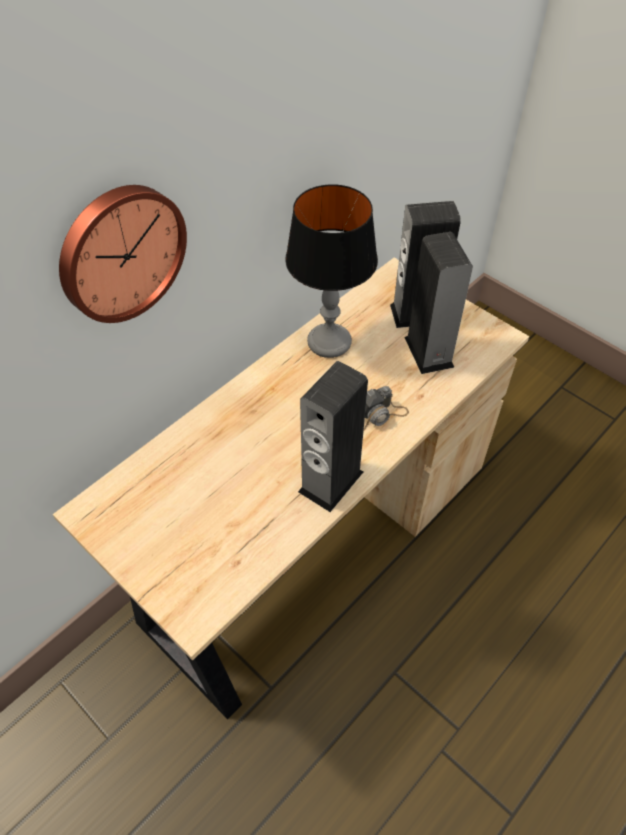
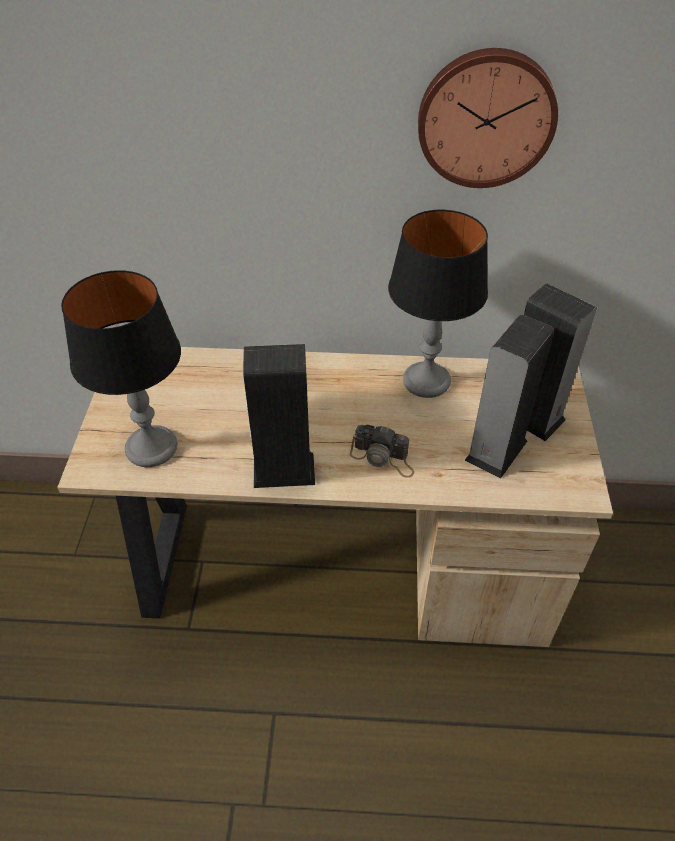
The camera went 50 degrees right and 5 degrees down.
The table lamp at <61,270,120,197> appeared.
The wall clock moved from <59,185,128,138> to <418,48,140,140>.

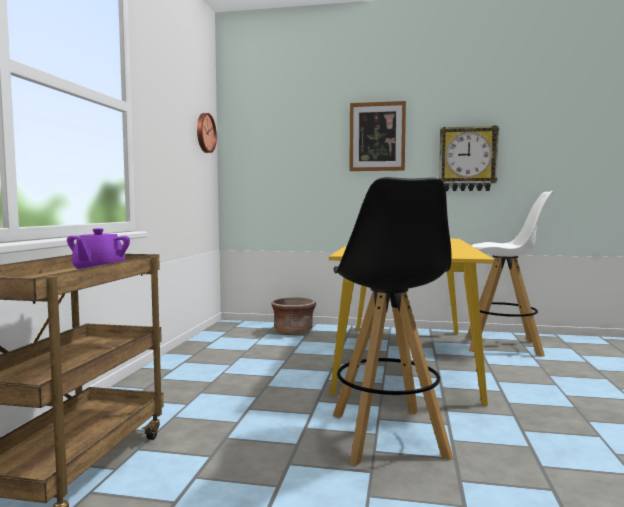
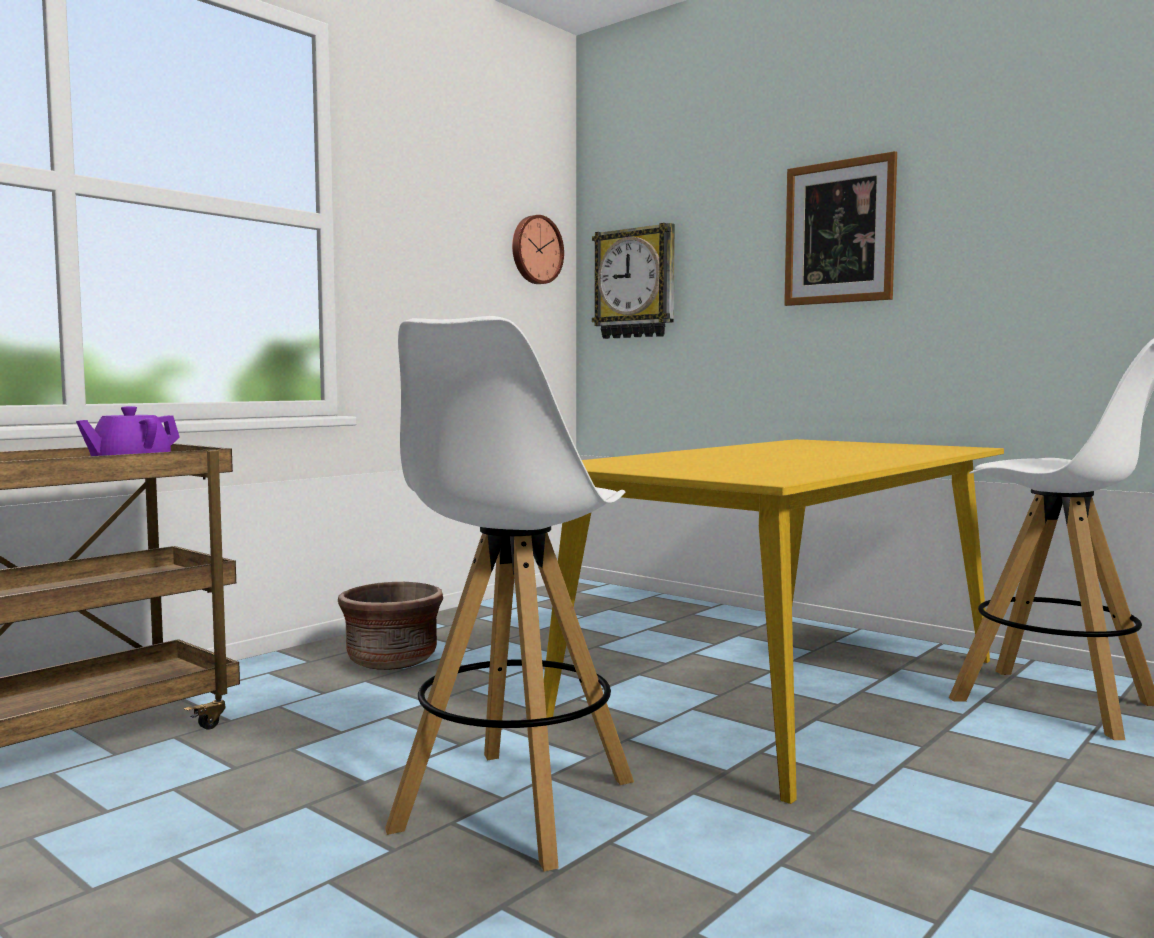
The camera went 30 degrees right and 0 degrees up.
The brown planter moved from <271,298,45,37> to <338,582,105,88>.
The wall clock moved from <439,125,60,66> to <592,223,83,116>.
The black stool at <333,177,120,289> became the white stool at <385,316,249,556>.

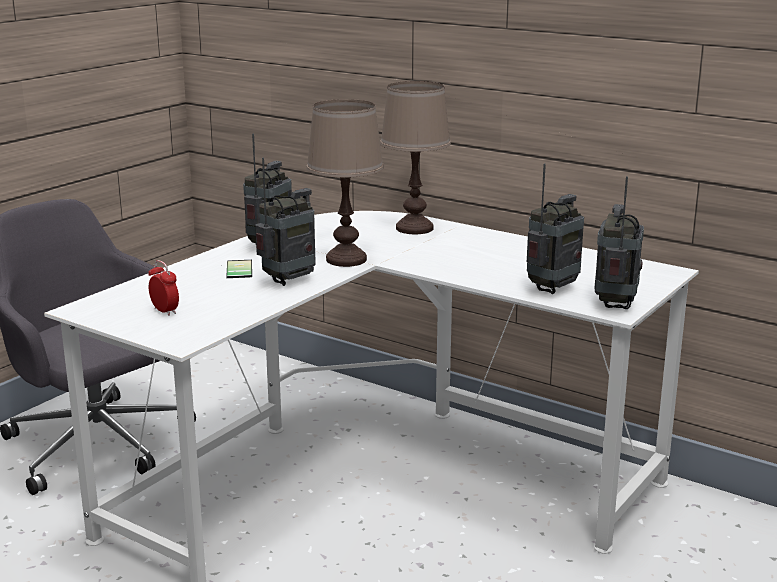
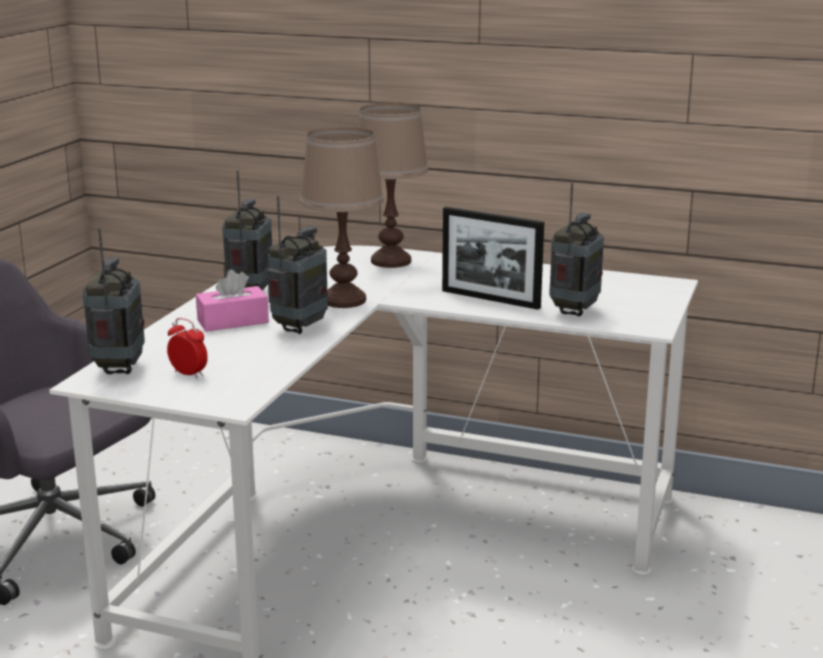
The camera went 15 degrees left and 0 degrees up.
The picture frame at <442,207,102,103> appeared.
The radio moved from <595,176,49,133> to <82,228,63,146>.
The phone at <227,260,25,18> was replaced by the pink tissue box at <196,269,73,62>.

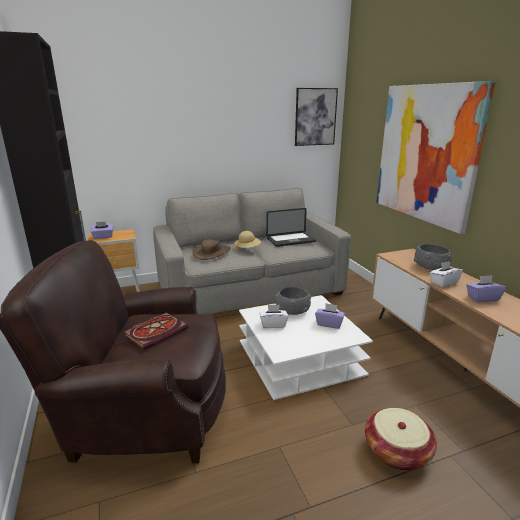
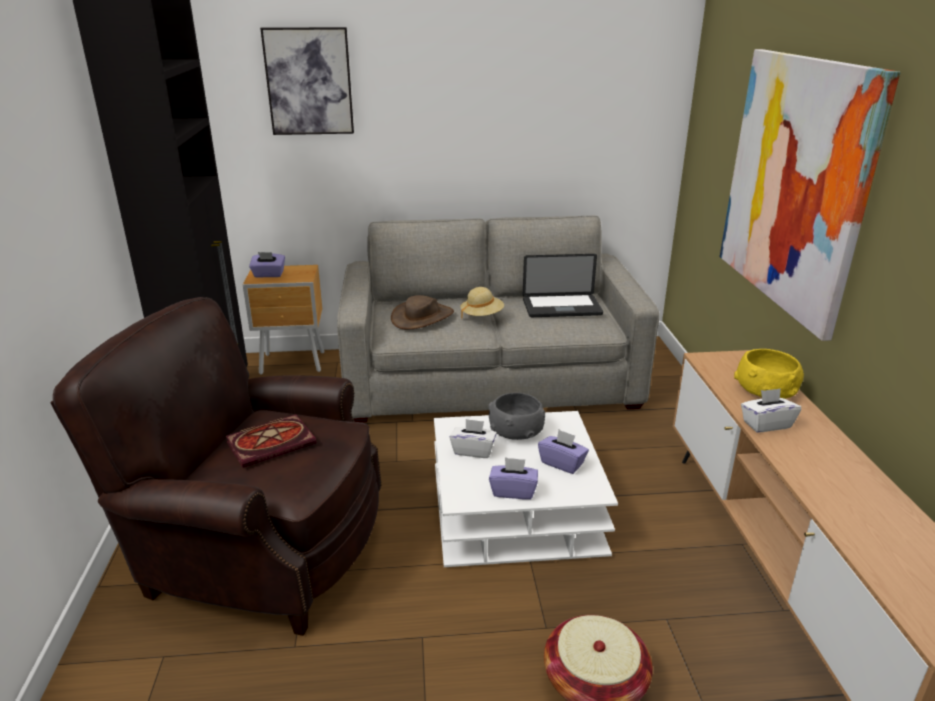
The camera went 15 degrees right and 5 degrees up.
The picture moved from <295,88,43,58> to <260,27,94,108>.
The purple tissue box moved from <466,276,40,26> to <489,457,49,43>.
The grey bowl at <414,244,38,26> became the yellow bowl at <734,349,70,50>.

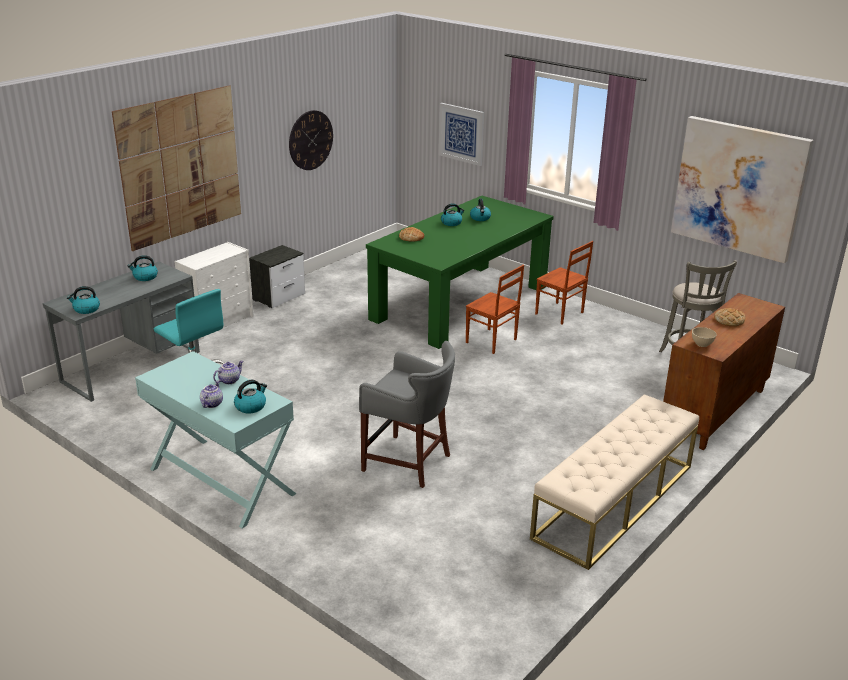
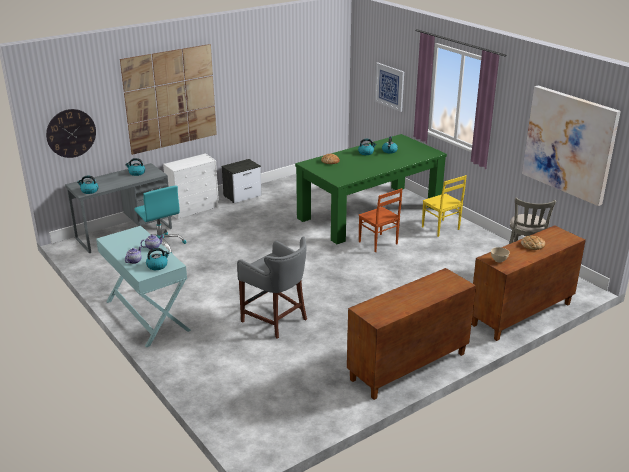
The camera went 15 degrees right and 0 degrees up.
The wall clock moved from <289,110,44,60> to <46,109,50,49>.
The beige bench at <530,394,169,176> was replaced by the brown cabinet at <347,268,129,132>.
The brown chair at <535,241,58,84> became the yellow chair at <422,175,45,62>.

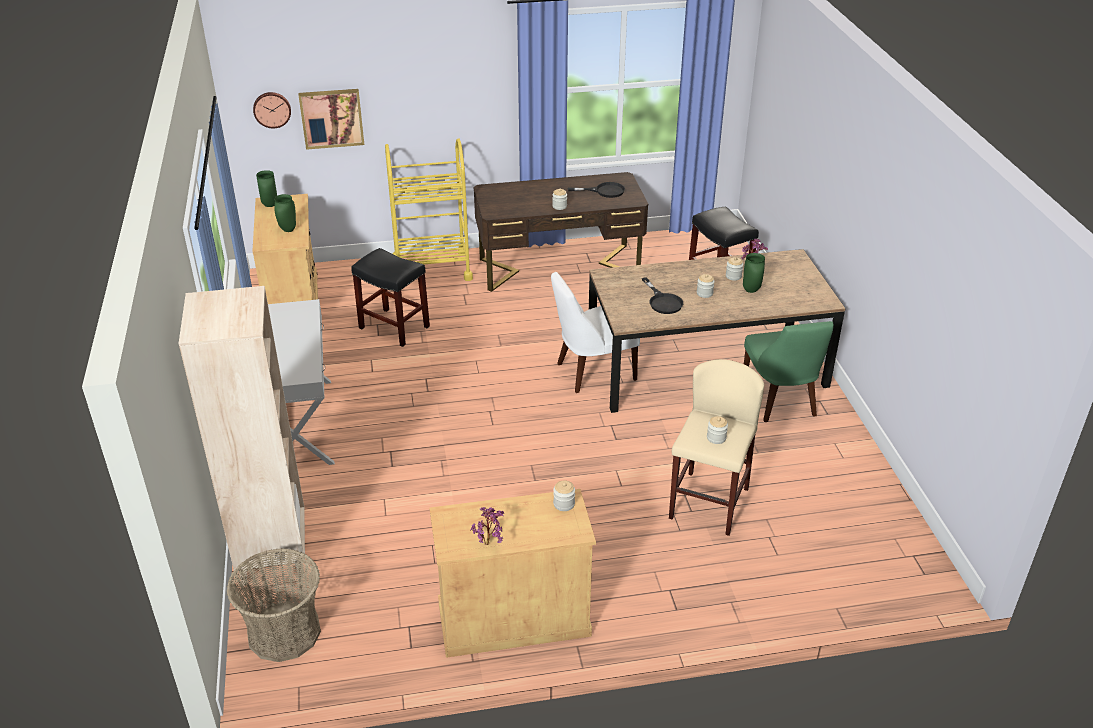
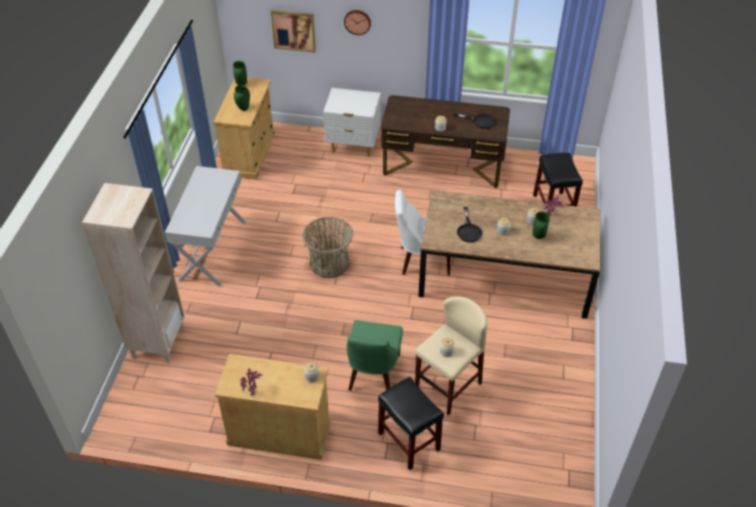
The camera went 20 degrees right and 10 degrees up.
The basket moved from <227,548,94,114> to <303,217,50,61>.
The wall clock moved from <253,92,38,37> to <344,10,27,25>.
The black stool moved from <351,248,79,99> to <378,376,66,94>.
The green chair moved from <744,321,90,101> to <347,320,56,71>.
The yellow cart at <385,138,88,143> was replaced by the white nightstand at <323,88,58,69>.

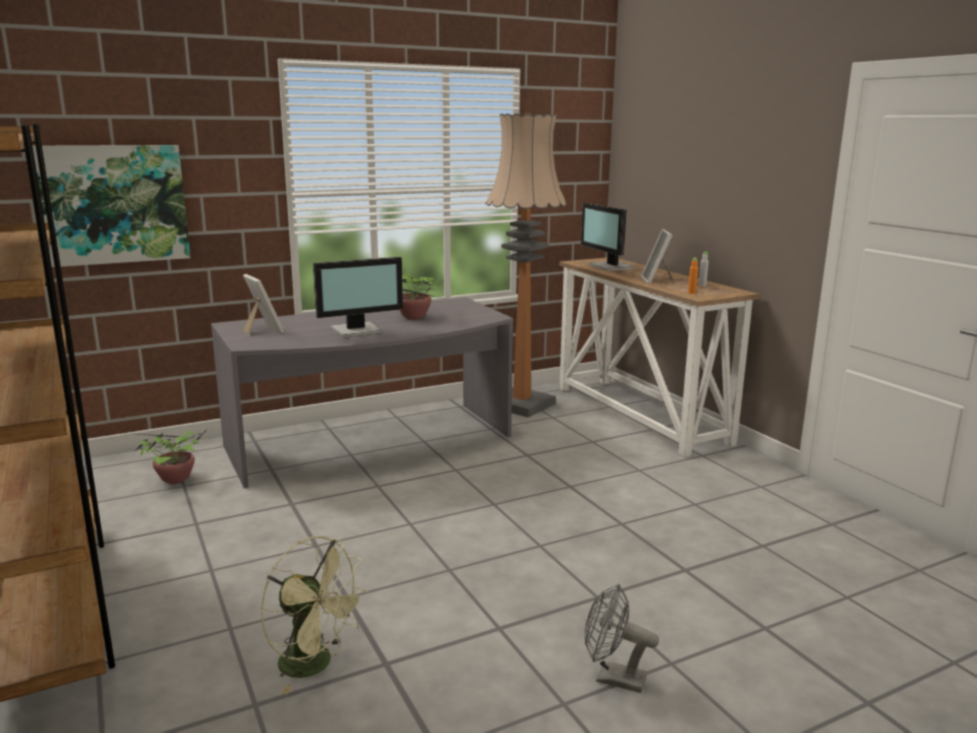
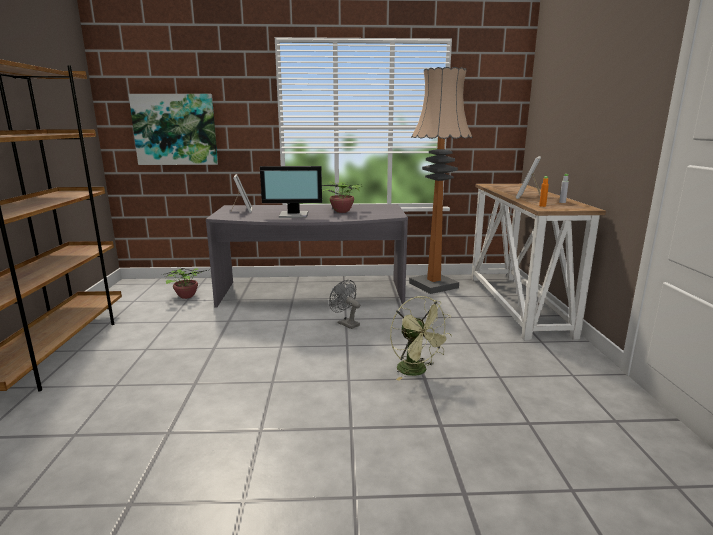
The camera went 25 degrees right and 0 degrees up.
The monitor at <581,203,55,68> disappeared.
The green fan moved from <260,536,108,158> to <390,296,62,85>.
The grey fan moved from <585,584,74,109> to <329,280,31,49>.

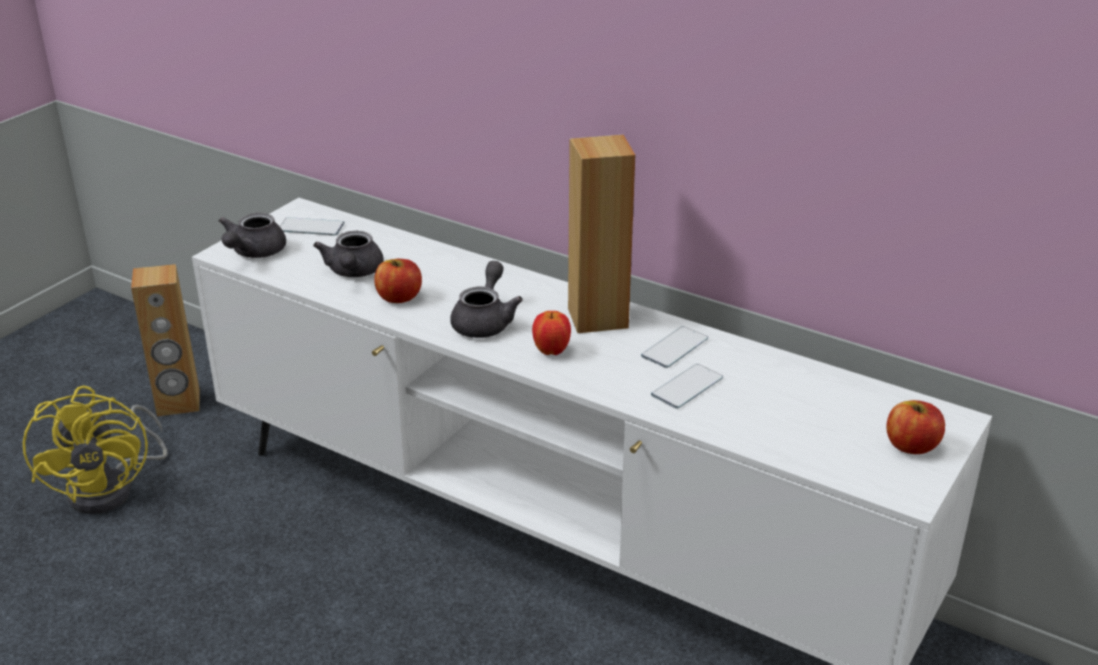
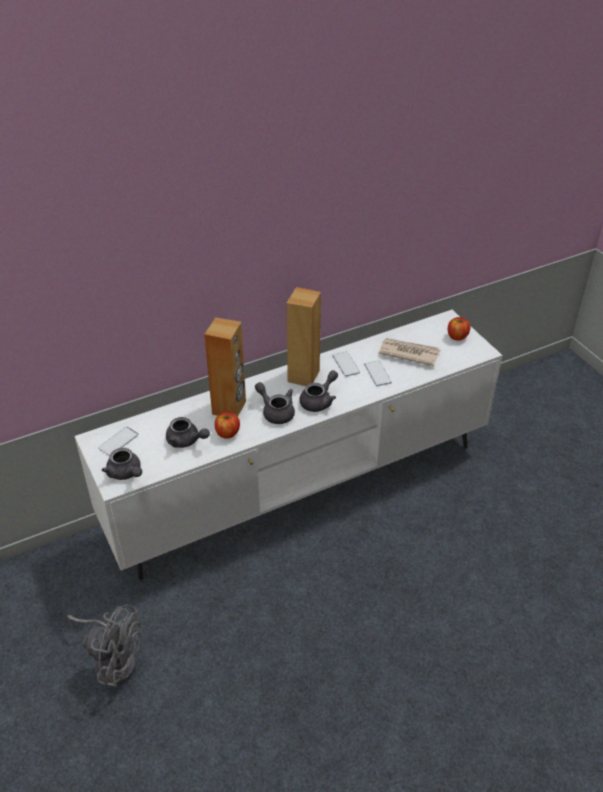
The camera went 60 degrees left and 10 degrees up.
The newspaper at <379,338,61,28> appeared.
The brown speaker moved from <131,264,69,152> to <204,317,42,99>.
The apple at <532,311,39,44> was replaced by the grey teapot at <299,370,39,42>.
The yellow fan at <23,385,145,129> became the grey fan at <68,605,74,82>.

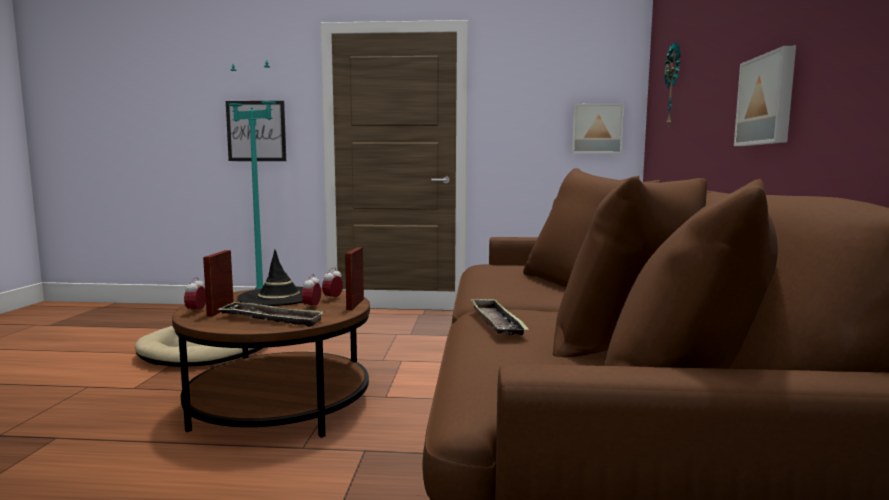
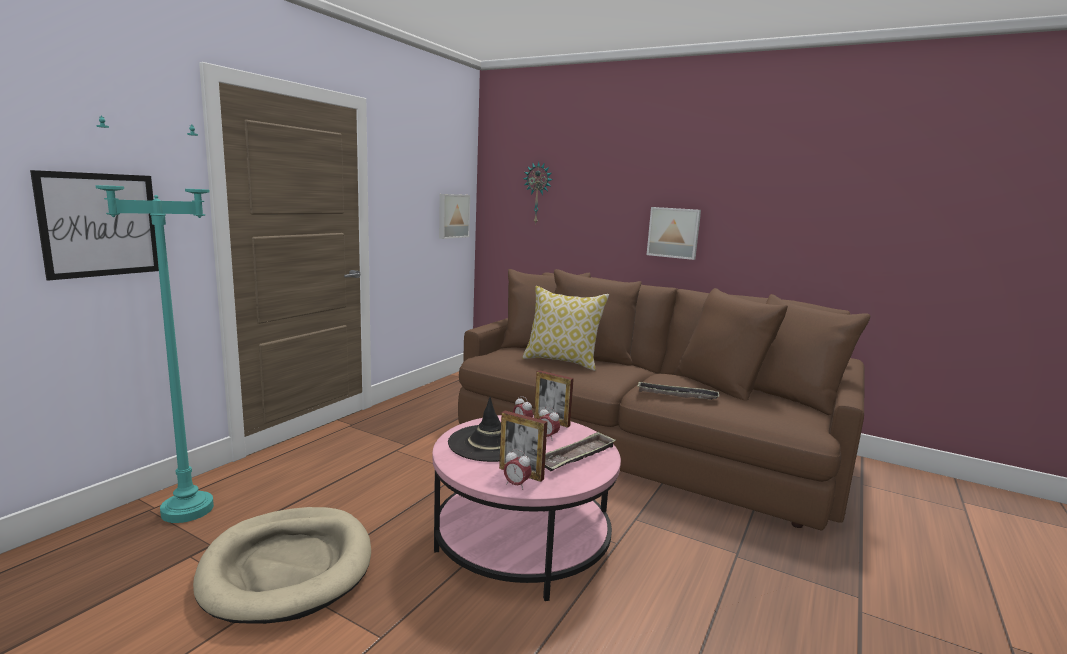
The camera went 65 degrees left and 5 degrees up.
The pillow at <522,286,87,85> appeared.
The brown coffee table at <172,288,198,150> became the pink coffee table at <432,415,189,186>.

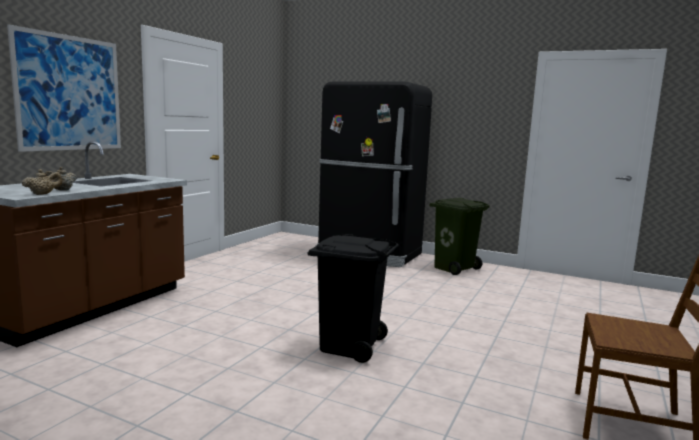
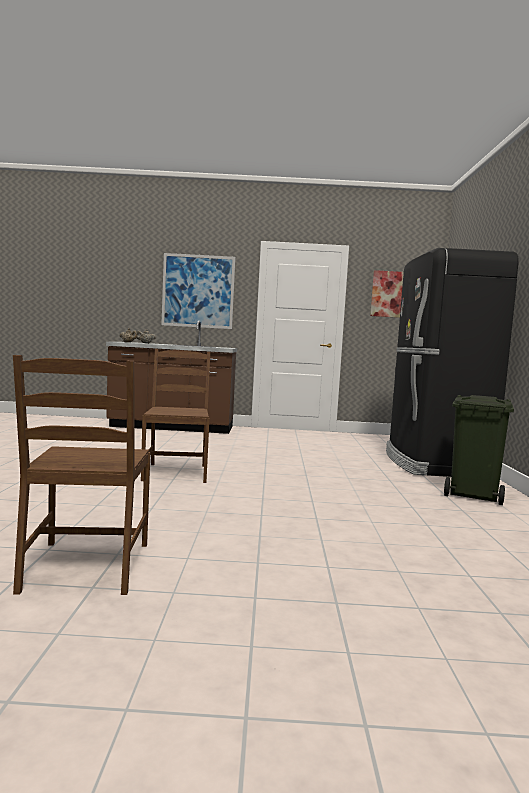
The camera went 65 degrees right and 5 degrees down.
The picture at <370,270,34,48> appeared.
The black trash can at <307,234,92,129> was replaced by the brown chair at <141,349,69,134>.

